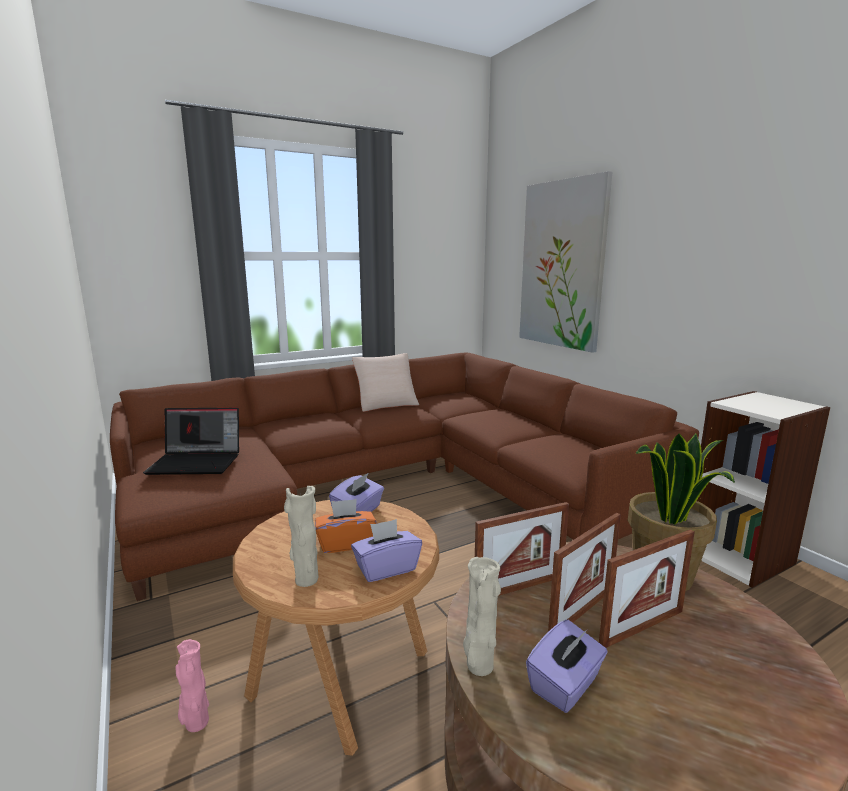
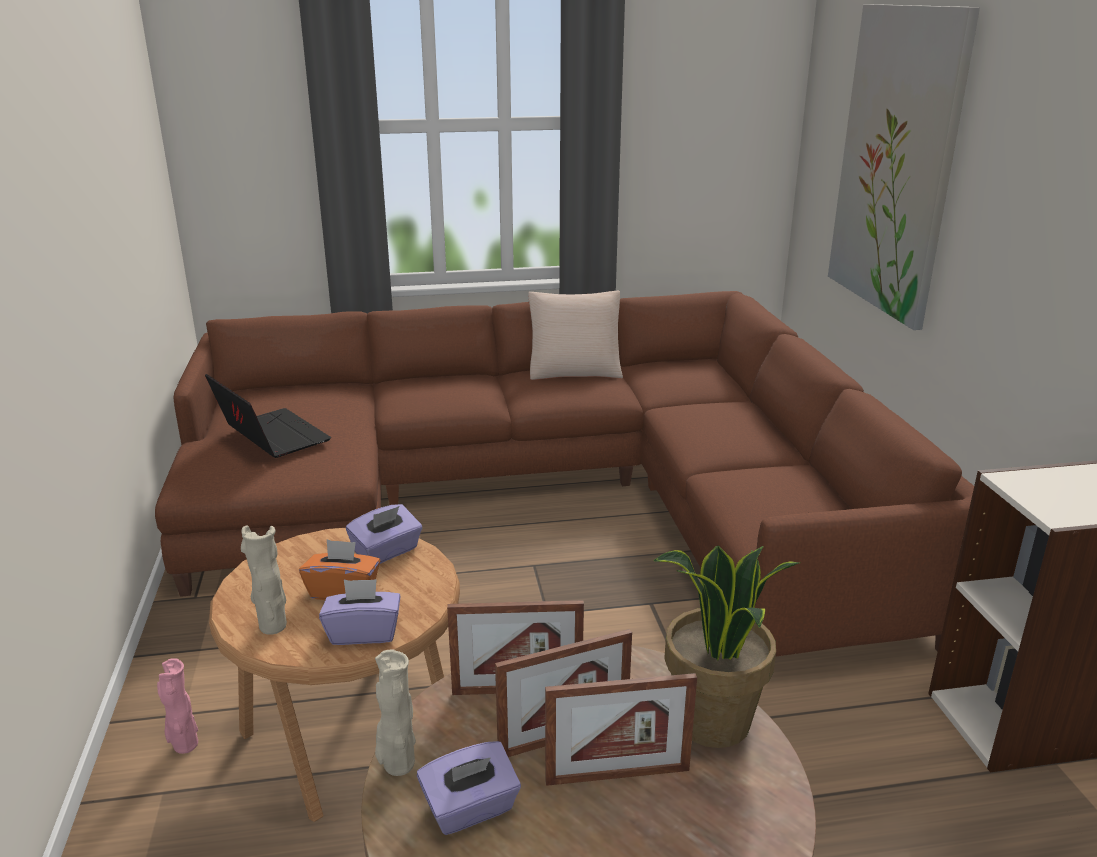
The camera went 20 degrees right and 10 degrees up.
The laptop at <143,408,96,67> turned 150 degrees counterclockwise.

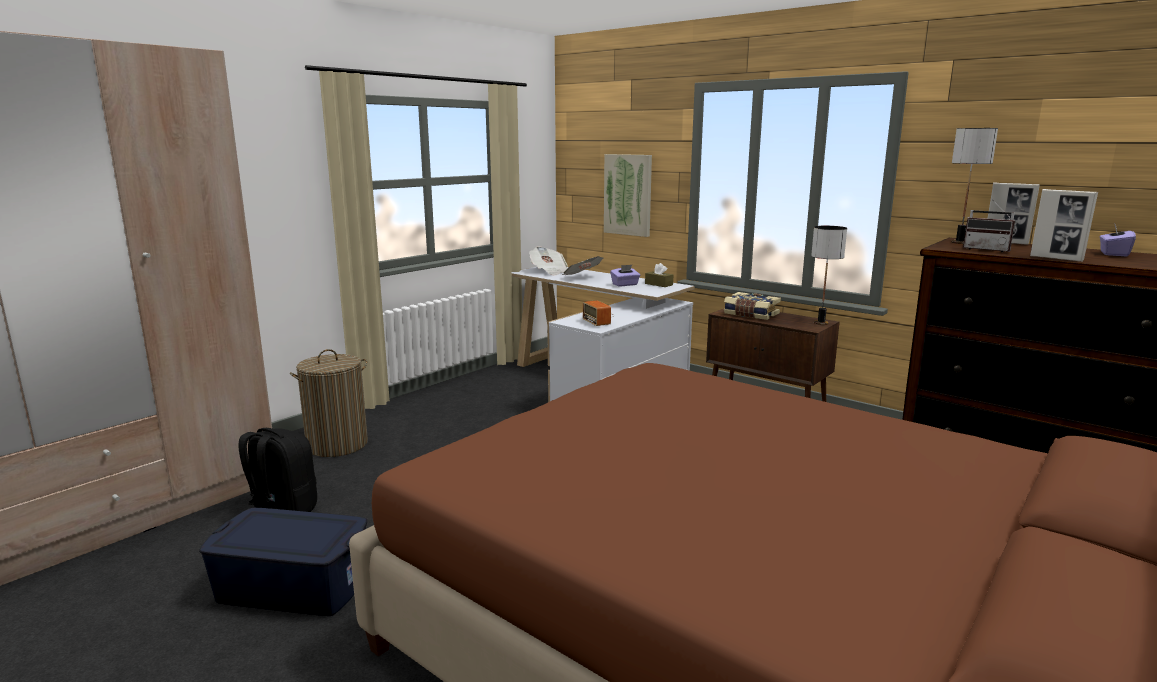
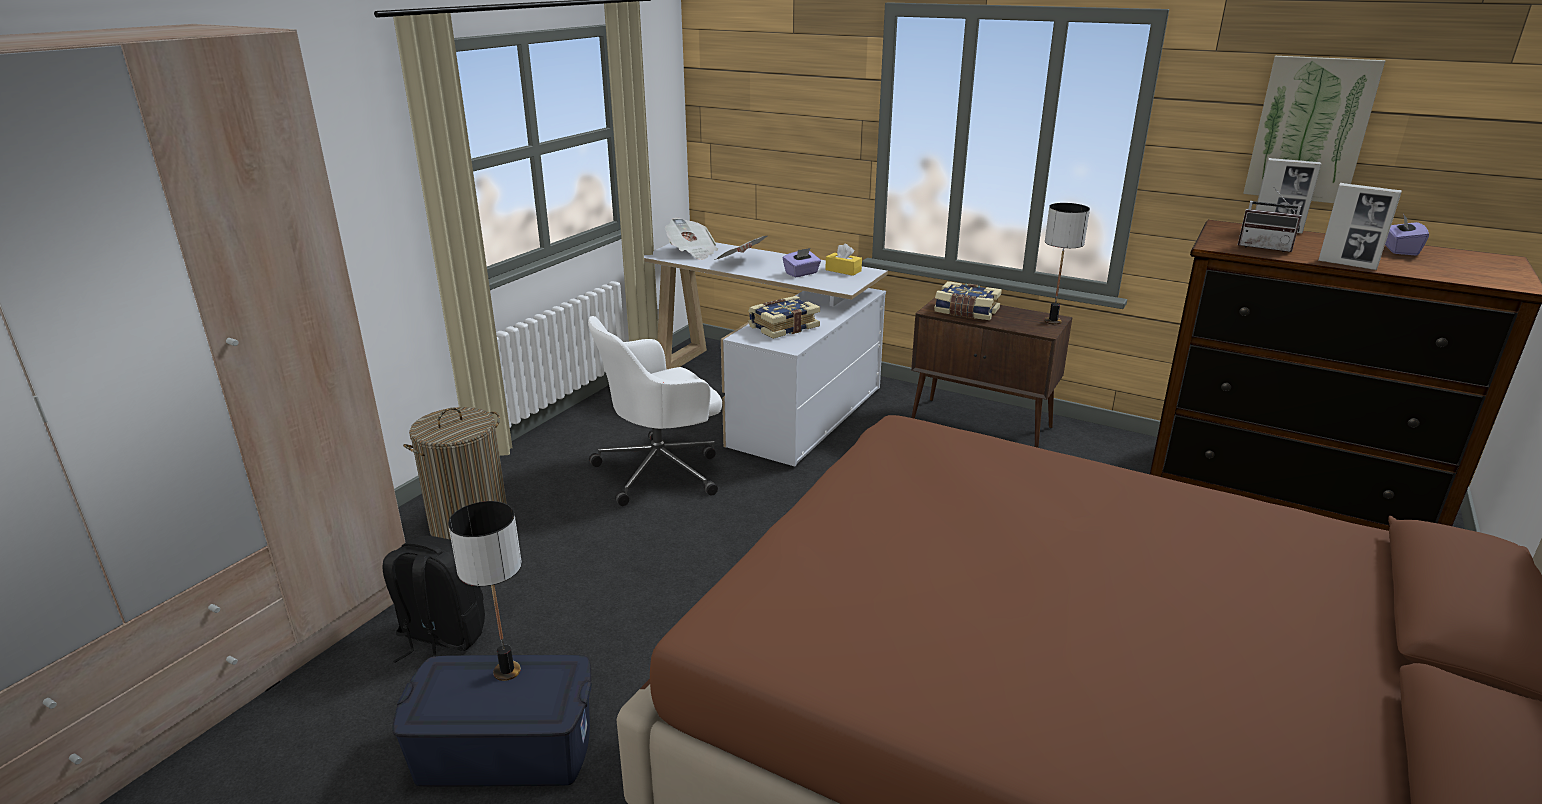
The camera went 10 degrees left and 10 degrees up.
The white office chair at <588,316,134,190> appeared.
The picture moved from <604,154,48,83> to <1243,56,142,147>.
The table lamp moved from <951,128,47,116> to <448,501,74,180>.
The radio at <583,300,31,26> was replaced by the book at <748,296,72,43>.
The brown tissue box at <645,263,28,24> became the yellow tissue box at <825,244,37,32>.

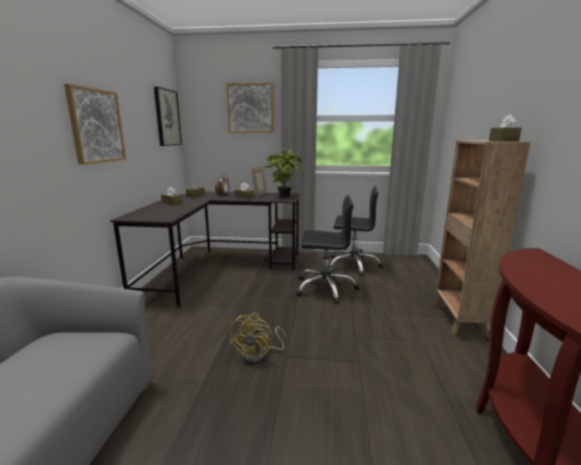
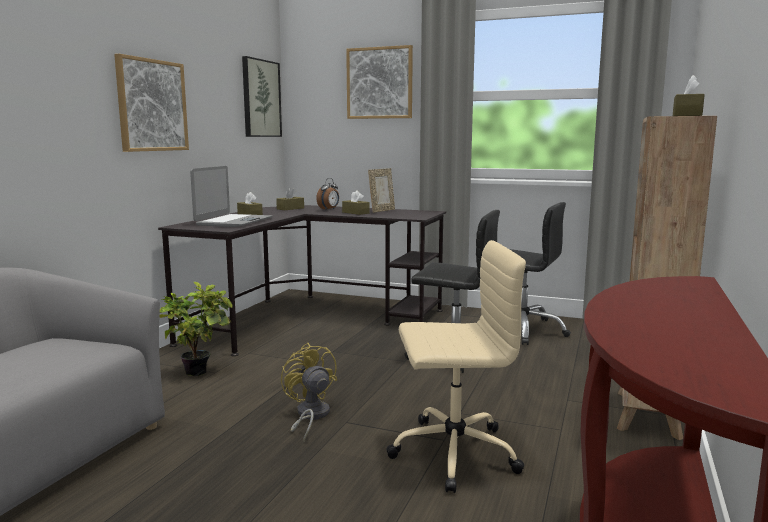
The camera went 15 degrees right and 5 degrees down.
The laptop at <190,166,82,61> appeared.
The beige office chair at <386,240,140,253> appeared.
The potted plant moved from <265,149,38,49> to <159,282,74,94>.
The yellow fan at <230,313,56,51> turned 120 degrees clockwise.

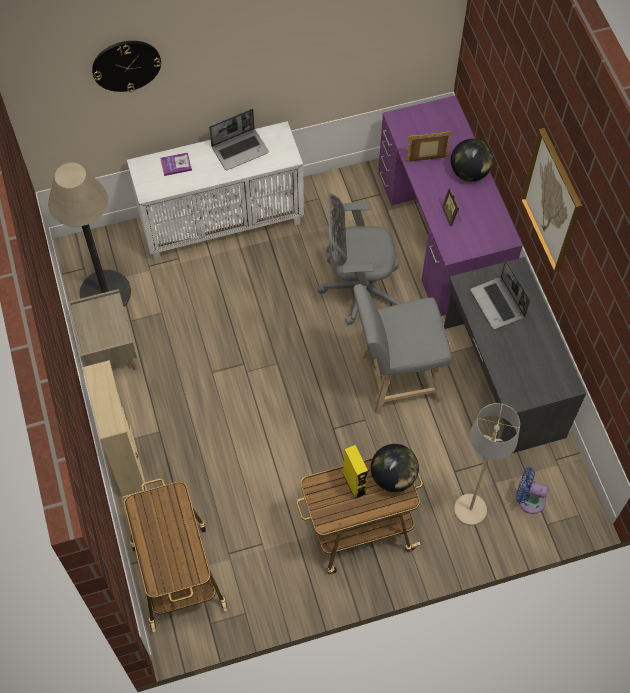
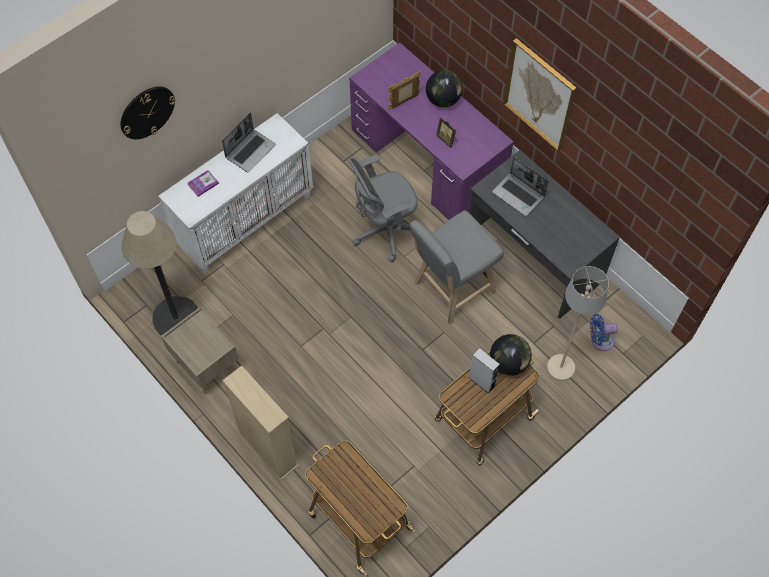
The camera went 25 degrees left and 0 degrees up.
The yellow speaker at <343,445,25,54> became the grey speaker at <468,348,32,46>.

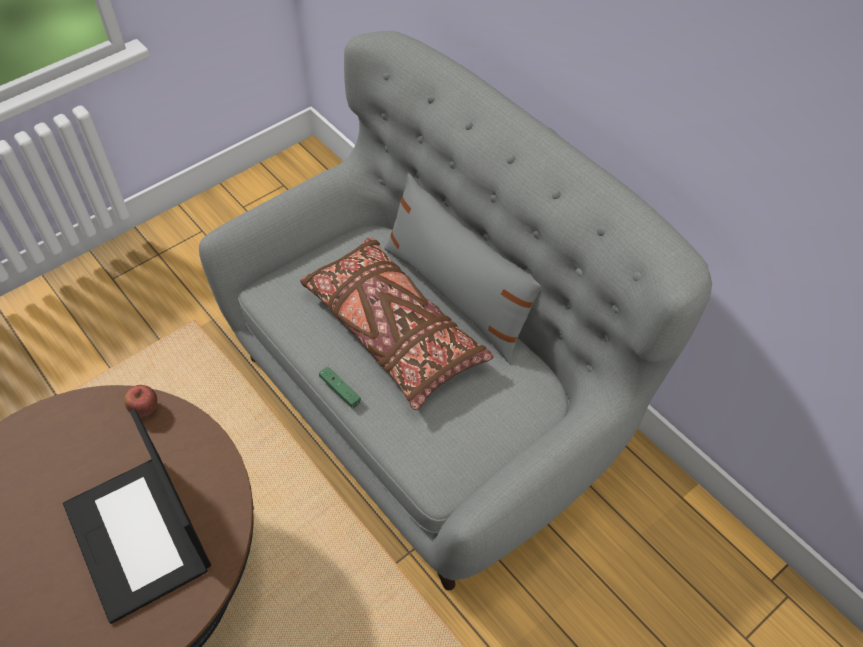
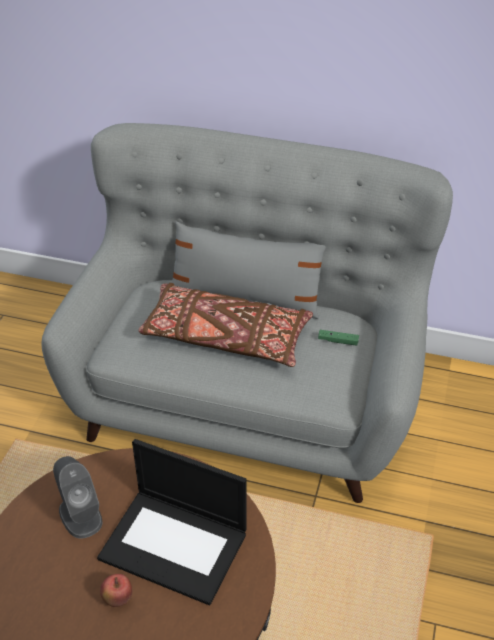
The camera went 35 degrees left and 10 degrees down.
The grey speaker at <53,456,50,83> appeared.
The apple moved from <124,385,33,32> to <100,574,32,33>.
The green game controller moved from <319,367,42,41> to <318,330,41,16>.

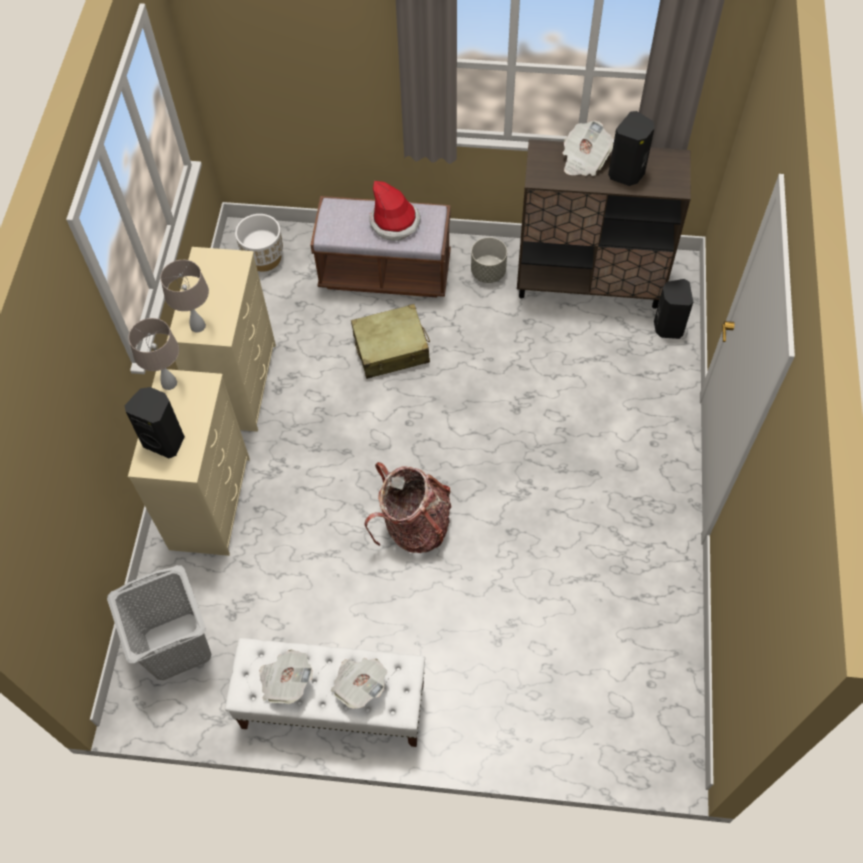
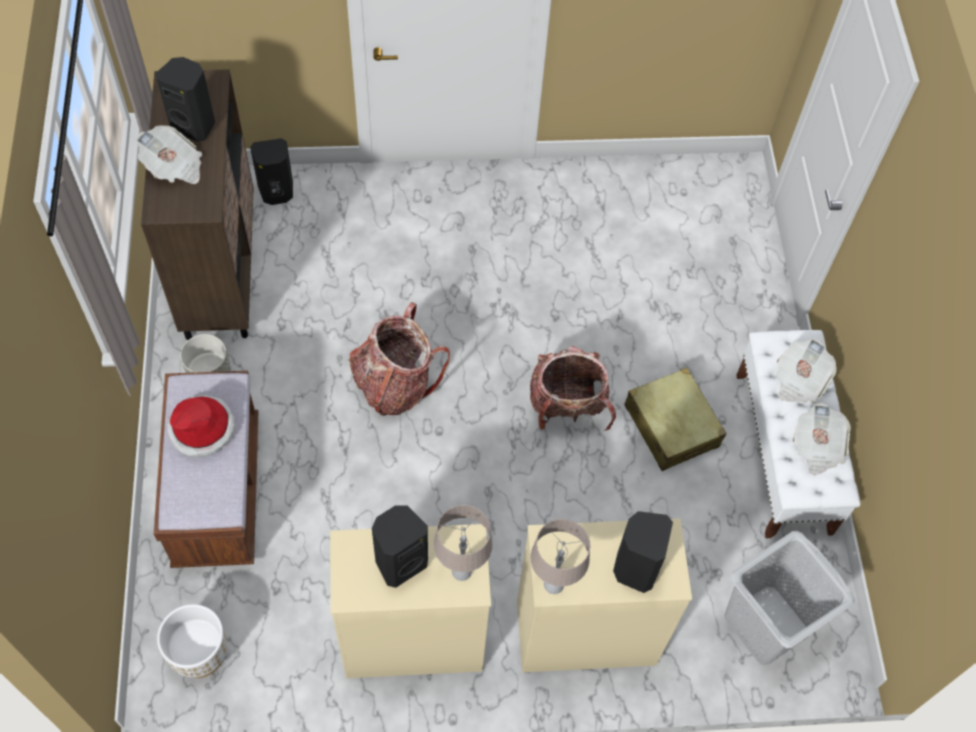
The camera went 105 degrees left and 0 degrees up.
The backpack at <349,302,101,114> appeared.
The black speaker at <372,506,56,82> appeared.
The beige suitcase moved from <351,304,79,75> to <624,368,103,103>.

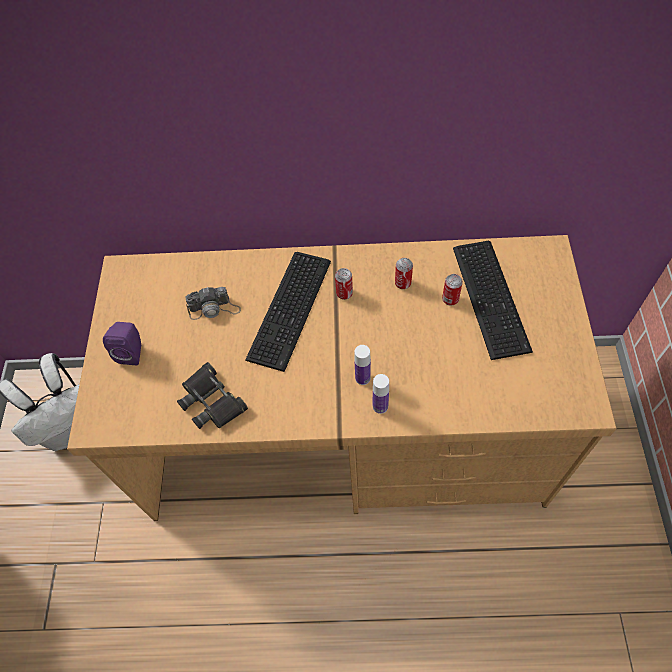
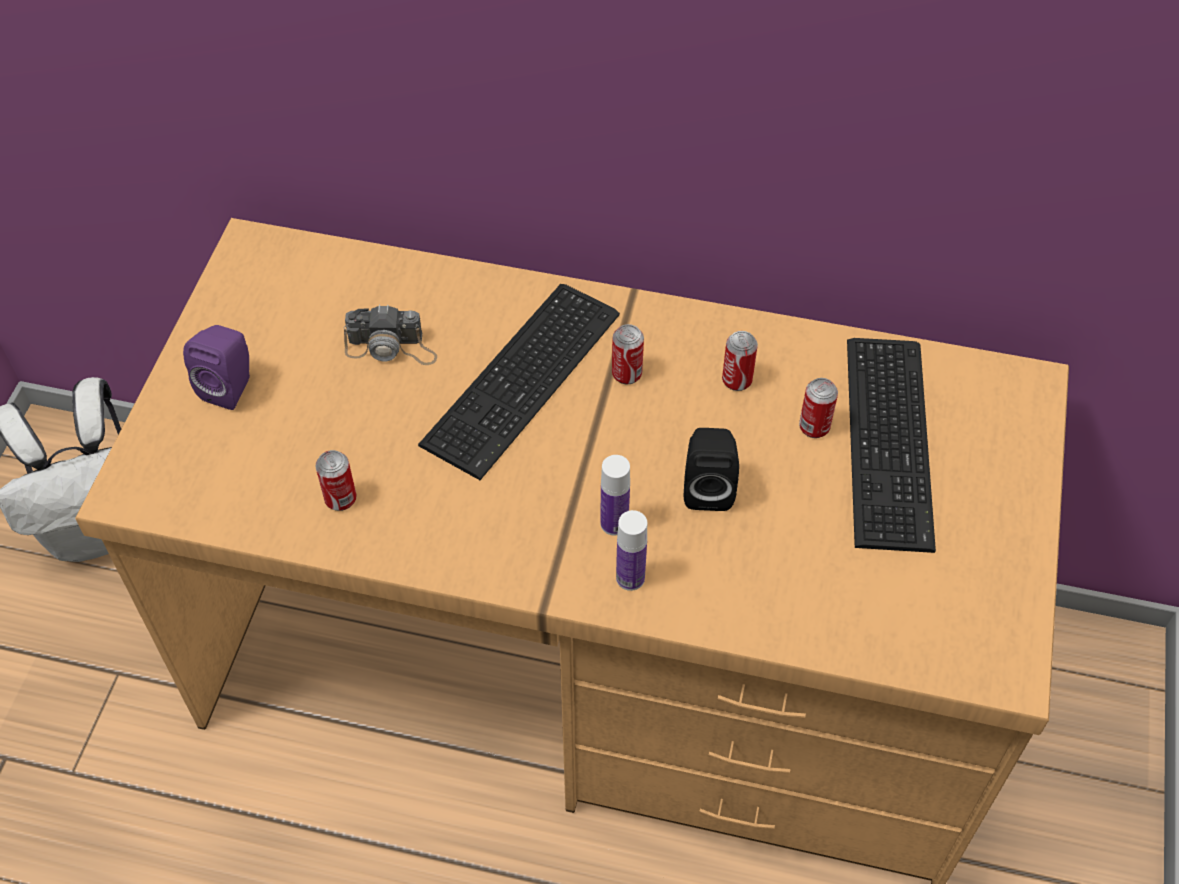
The camera went 10 degrees right and 5 degrees down.
The black speaker at <684,428,55,83> appeared.
The black binoculars at <177,362,71,67> was replaced by the can at <315,450,42,61>.

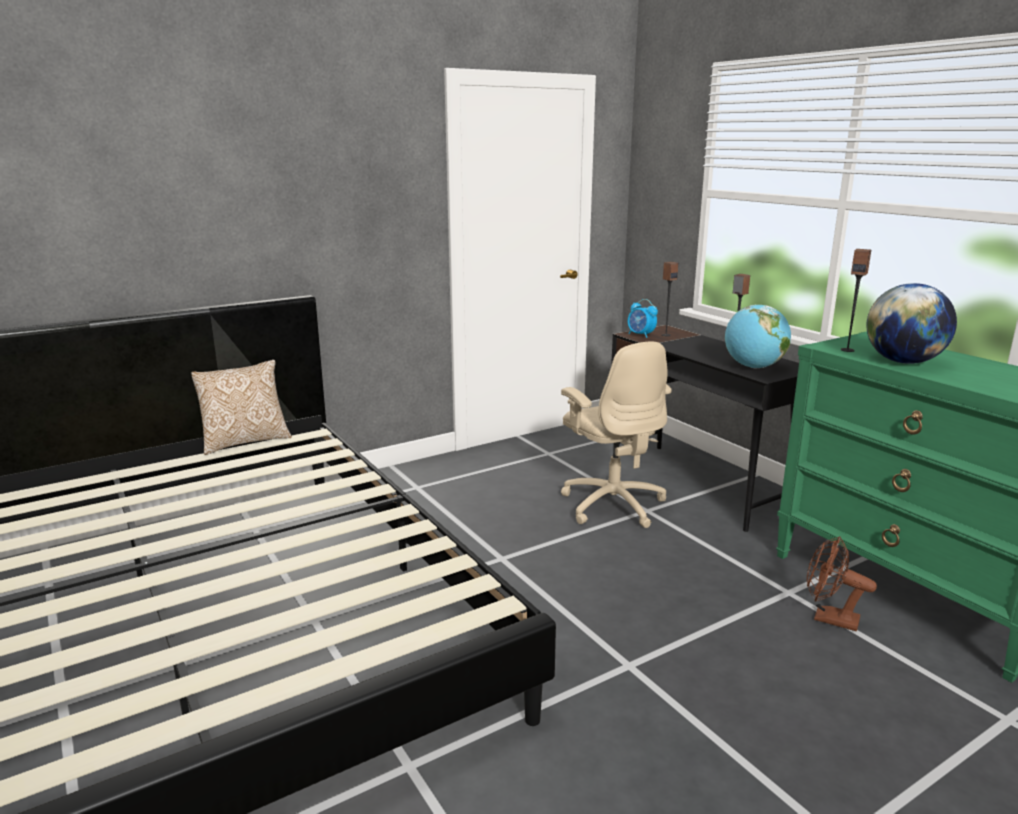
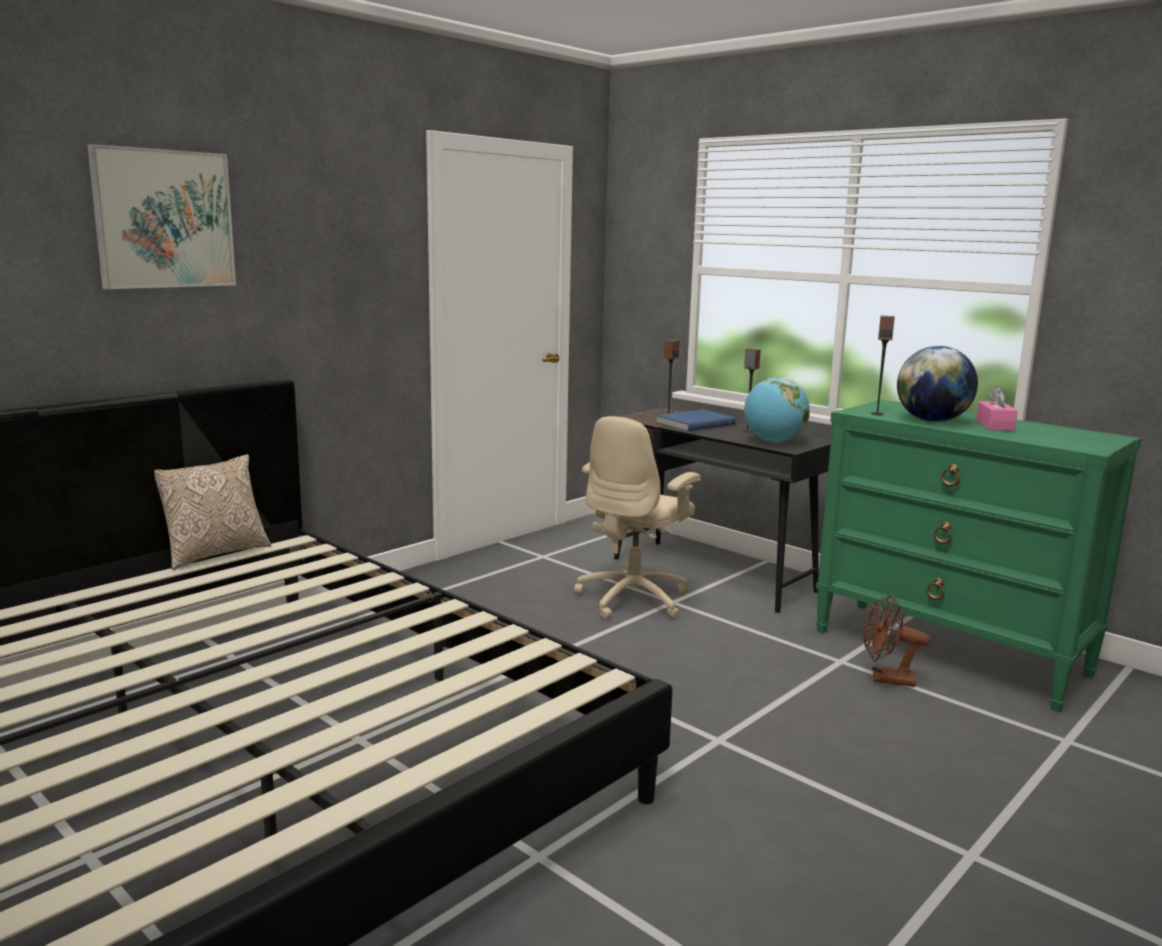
The camera went 15 degrees left and 5 degrees down.
The alarm clock at <628,299,30,39> disappeared.
The picture at <87,144,149,145> appeared.
The blue book at <656,409,80,23> appeared.
The pink tissue box at <976,386,42,45> appeared.
The beige office chair at <561,341,111,187> turned 75 degrees clockwise.

